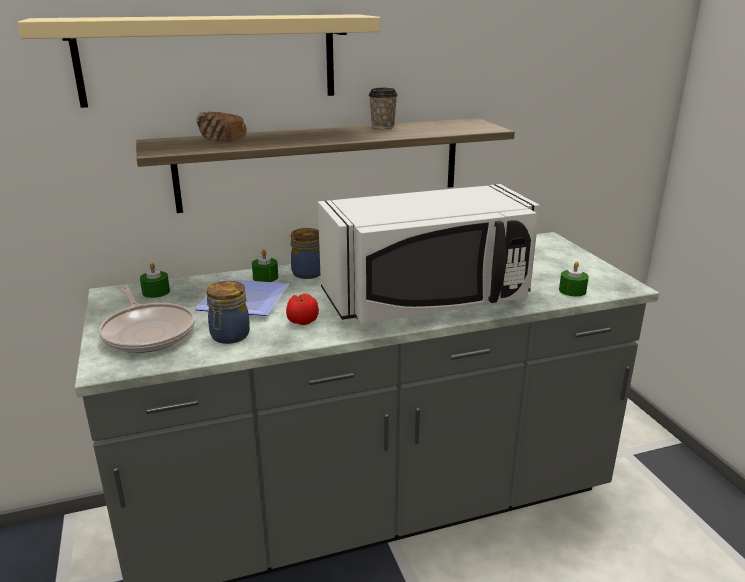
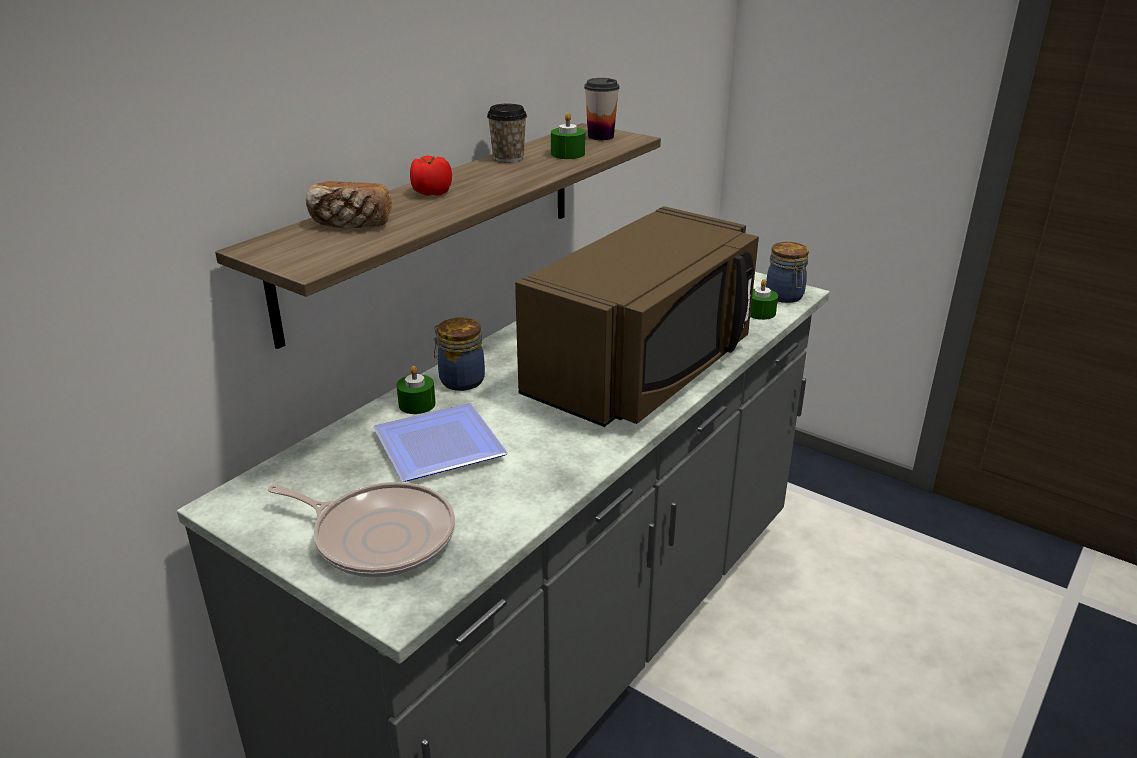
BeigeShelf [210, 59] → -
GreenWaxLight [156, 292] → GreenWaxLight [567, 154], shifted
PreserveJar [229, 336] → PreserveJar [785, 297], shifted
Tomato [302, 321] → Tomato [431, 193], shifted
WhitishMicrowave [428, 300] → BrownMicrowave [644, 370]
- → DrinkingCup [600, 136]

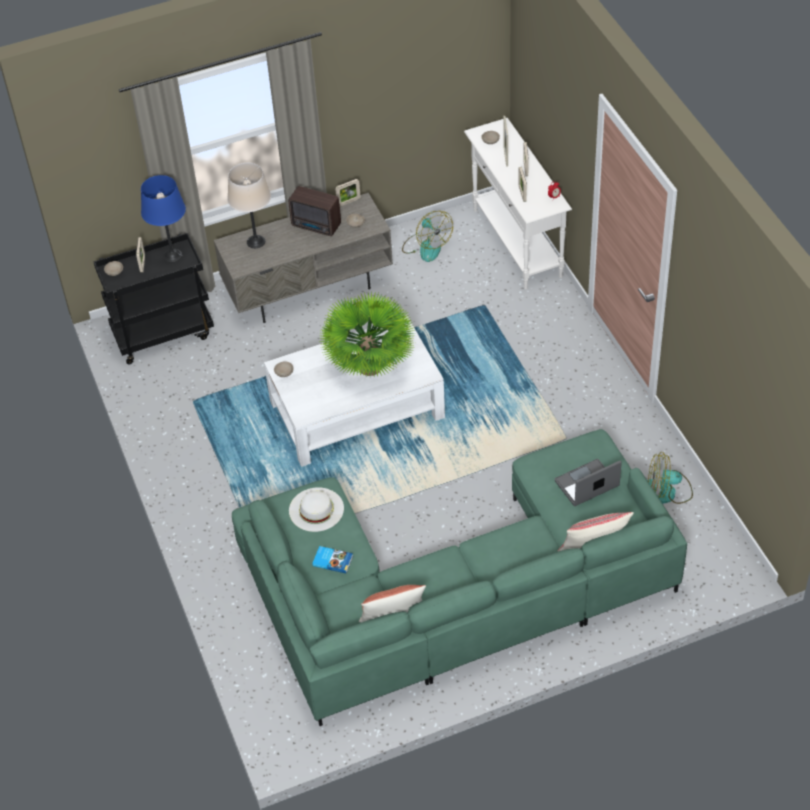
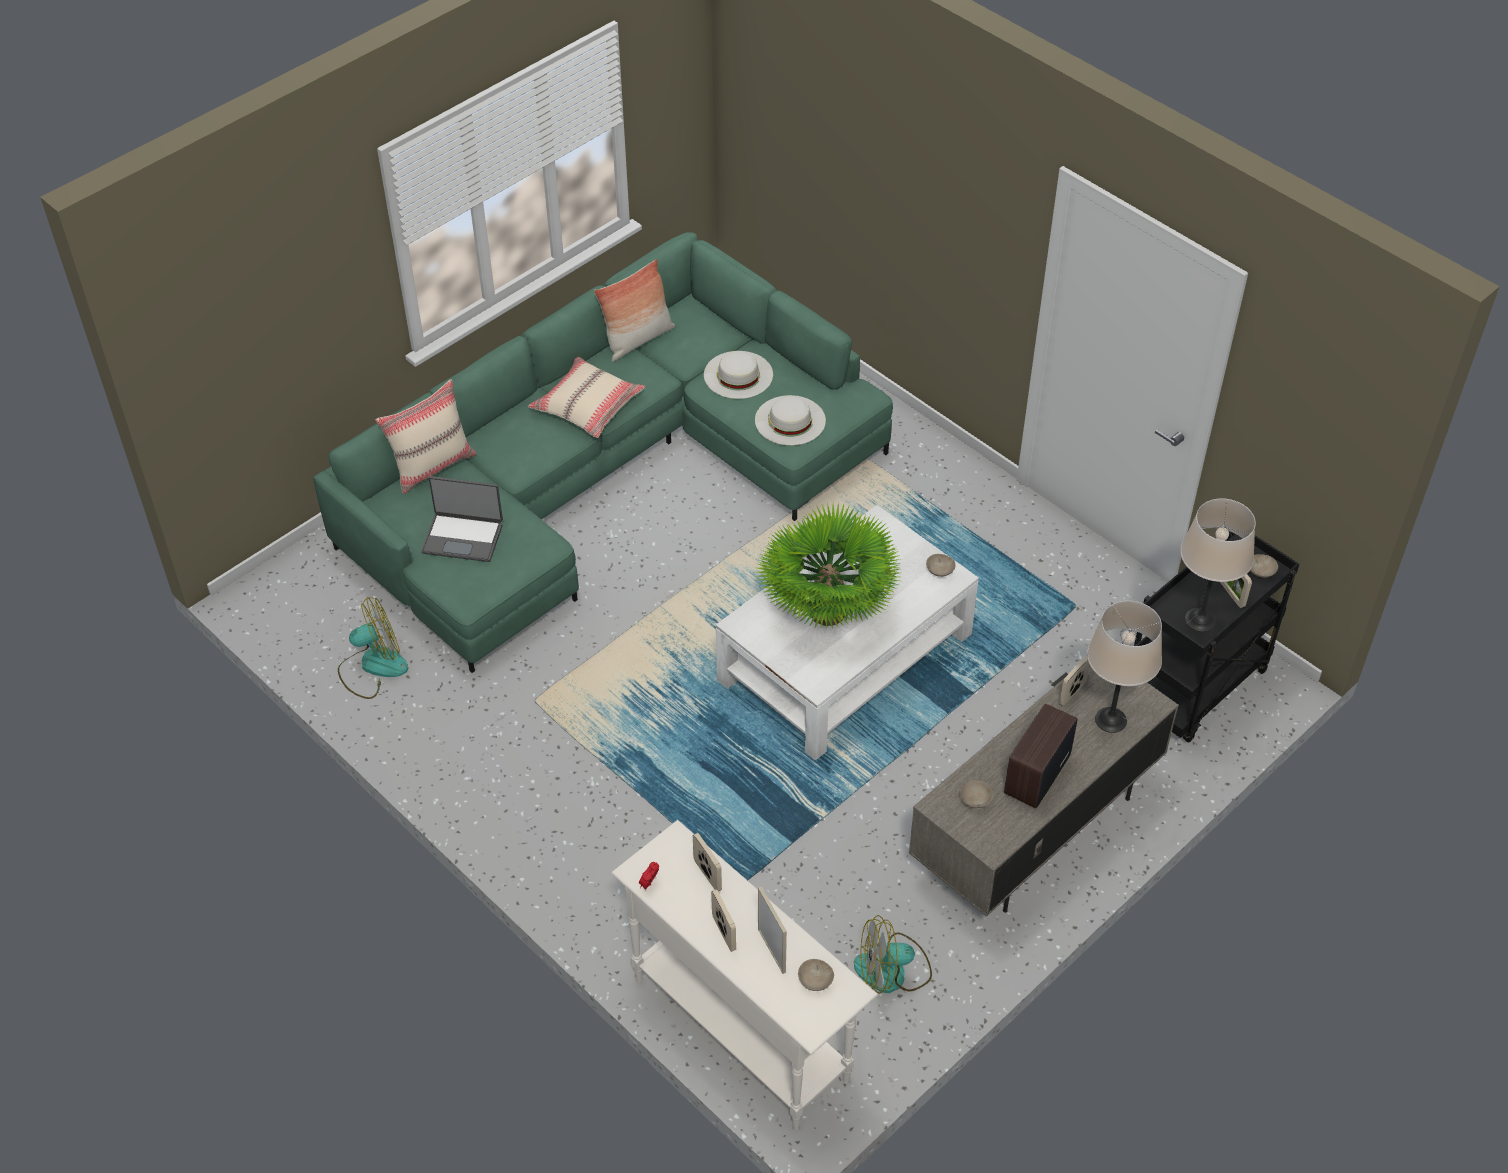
BlueColouredLampForATable [172, 255] → BeigeLampForATable [1200, 620]
Radio [317, 226] → Radio [1034, 776], 60 degrees counterclockwise
Book [332, 560] → WhitishHat [738, 375]
StandingFrame [348, 202] → StandingFrame [1072, 694], shifted
ElectricFan [426, 246] → ElectricFan [892, 971], 45 degrees counterclockwise
PortableComputer [587, 485] → PortableComputer [463, 537], 60 degrees clockwise
- → BeigeThrowPillow [587, 406]

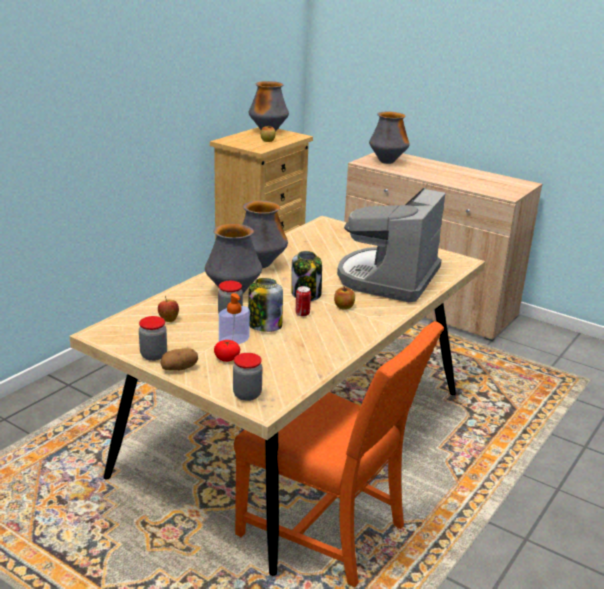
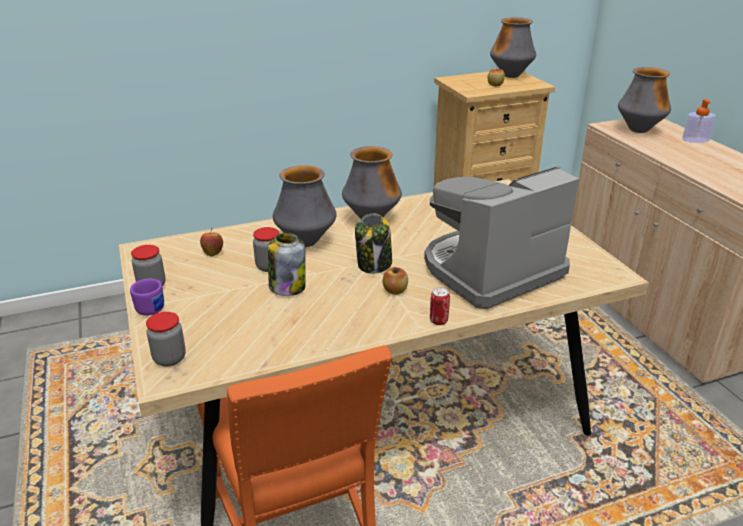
Spud [179, 368] → PurpleCoffeeMug [153, 307]
Tomato [226, 358] → -
SoapBottle [234, 340] → SoapBottle [695, 140], shifted
Can [302, 314] → Can [438, 321], shifted

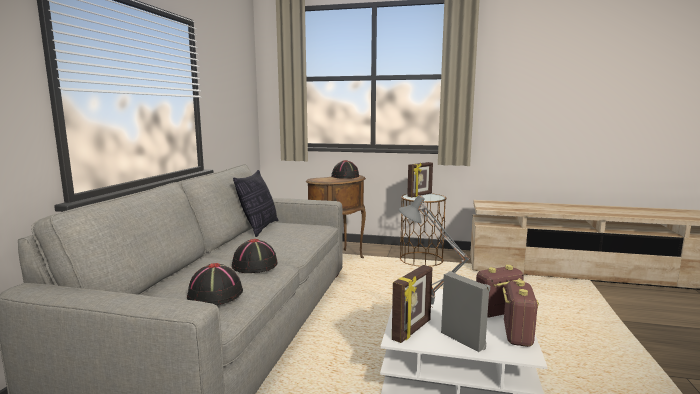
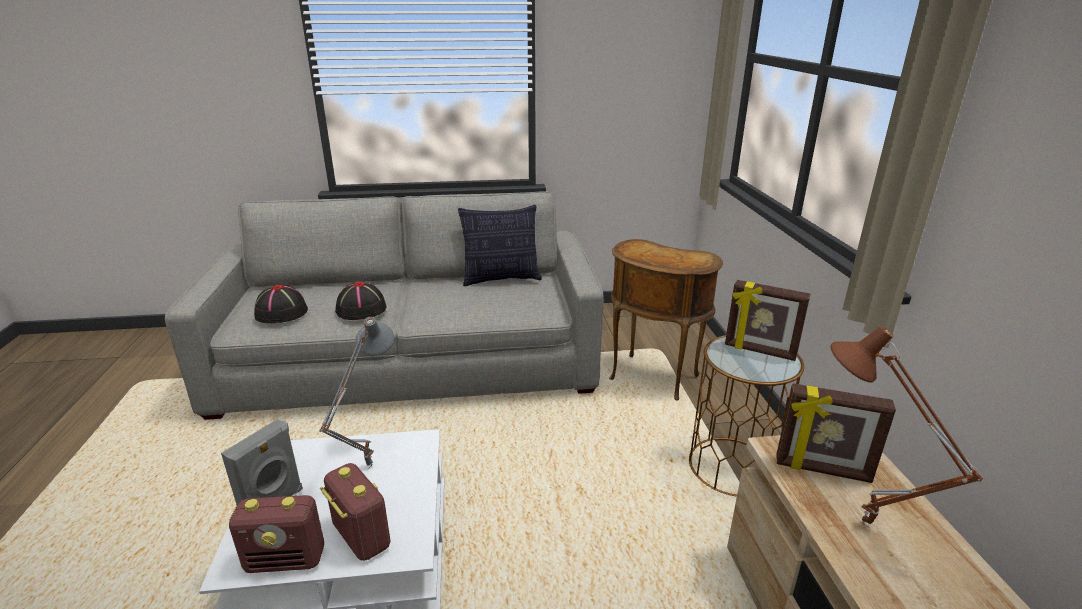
BlackHat [345, 176] → -
StandingFrame [412, 330] → StandingFrame [822, 470], shifted
- → BrownLampForATable [862, 527]

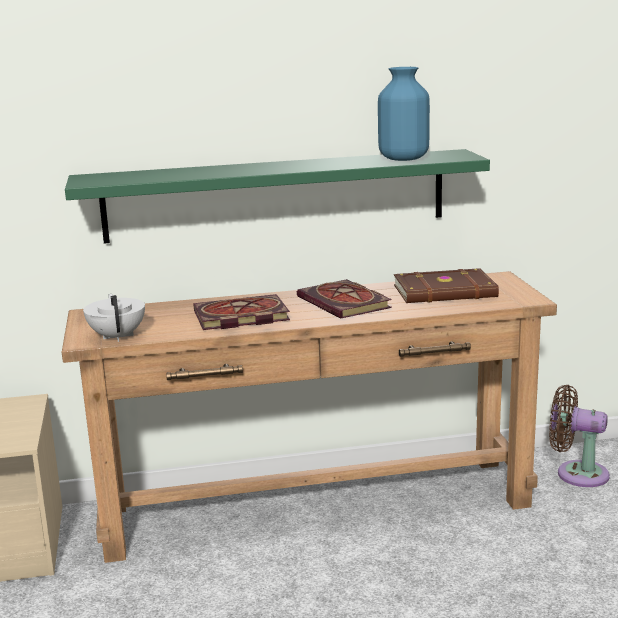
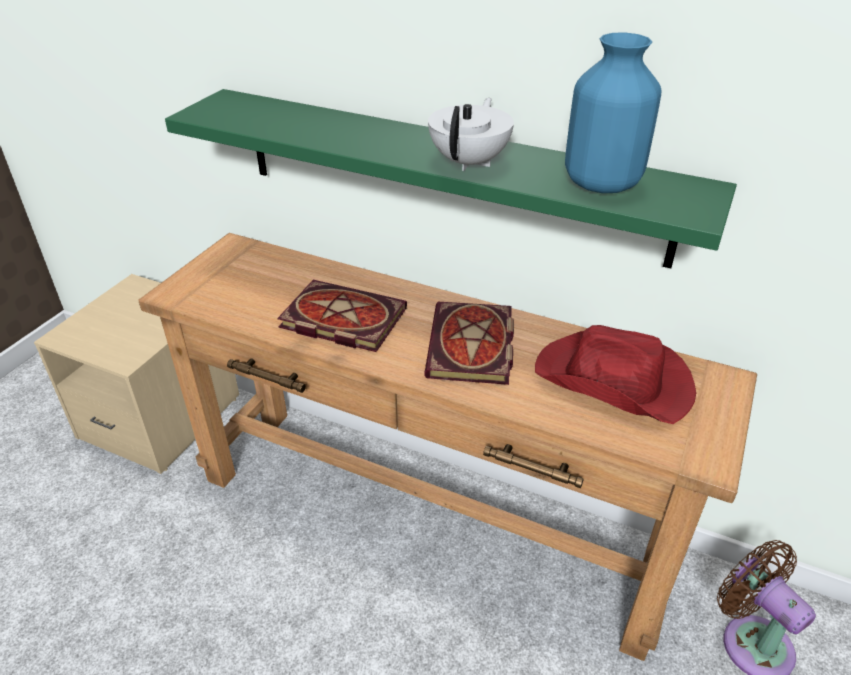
WhitishTeapot [118, 336] → WhitishTeapot [470, 162], shifted
BrownBook [445, 292] → RedHat [614, 382]

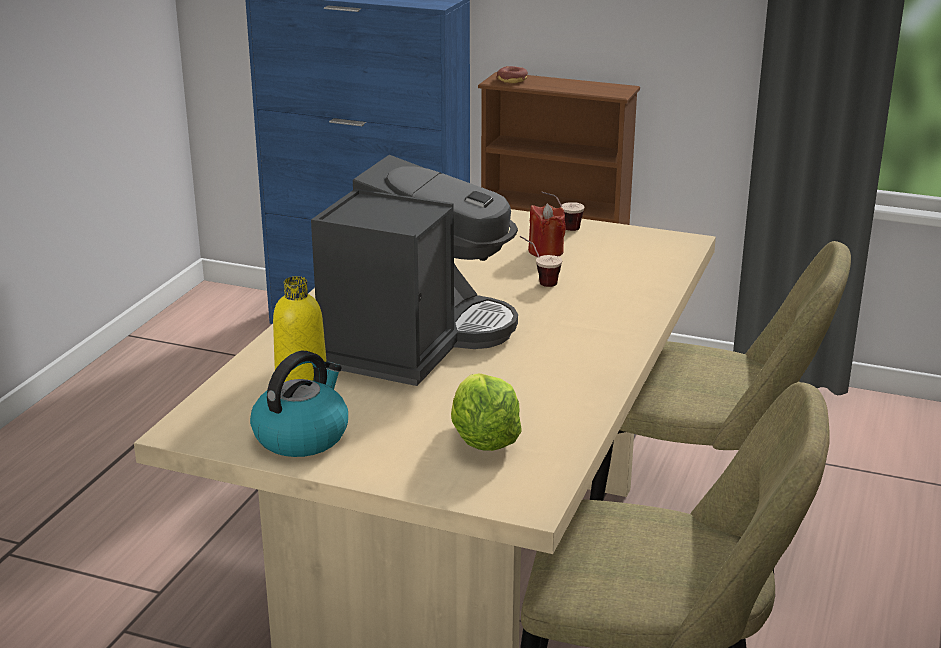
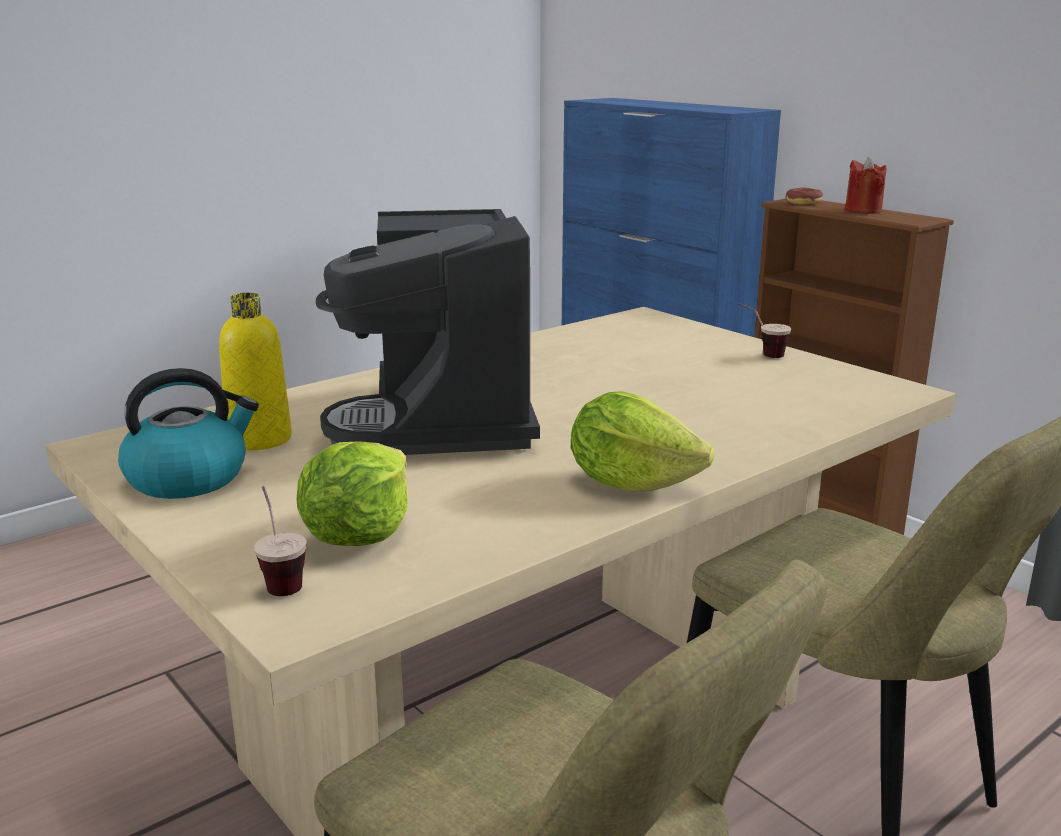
CoffeeMachine [413, 340] → CoffeeMachine [443, 419], 120 degrees clockwise
DrinkingCup [539, 281] → DrinkingCup [280, 579], shifted
RedWaxLight [546, 251] → RedWaxLight [863, 211], shifted
- → LettuceHead [631, 482]

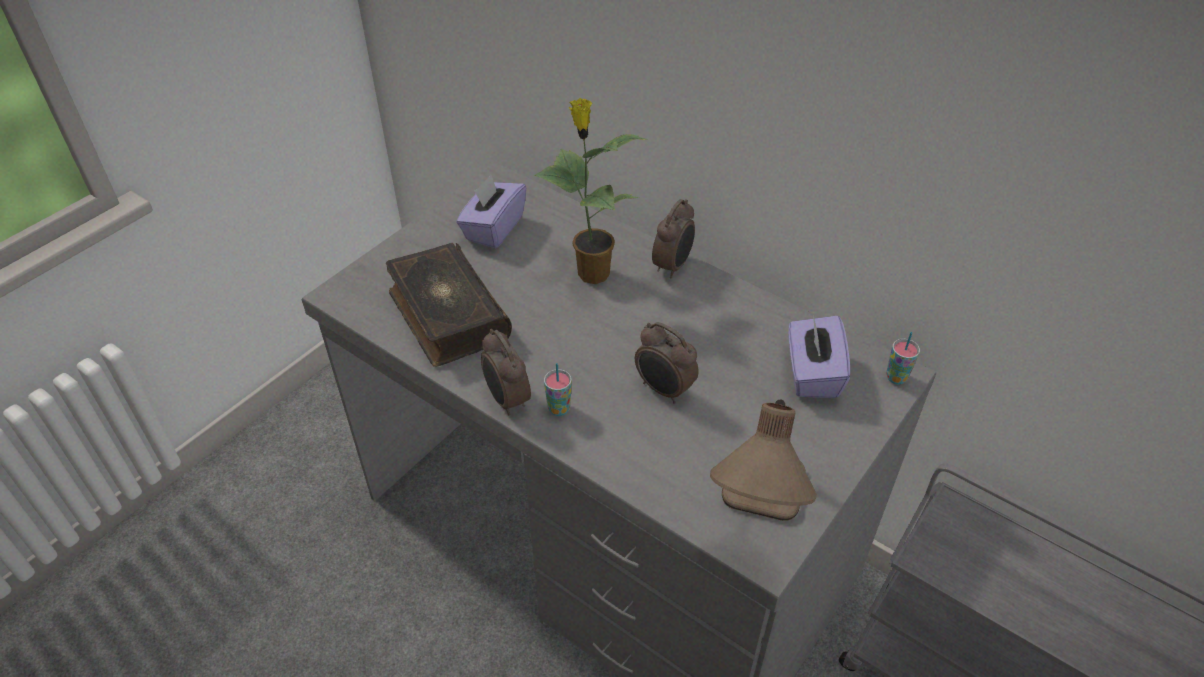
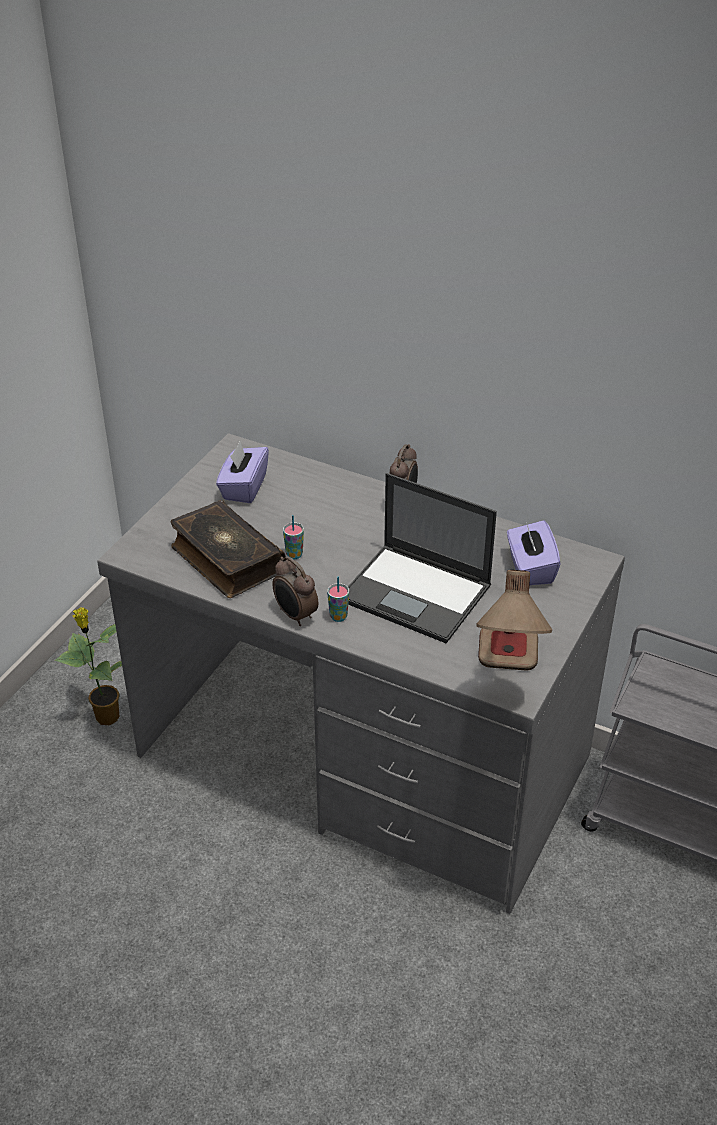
Houseplant [591, 273] → Houseplant [105, 716], shifted
TableClock [663, 390] → PortableComputer [417, 593]
DrinkingCup [896, 377] → DrinkingCup [294, 555], shifted

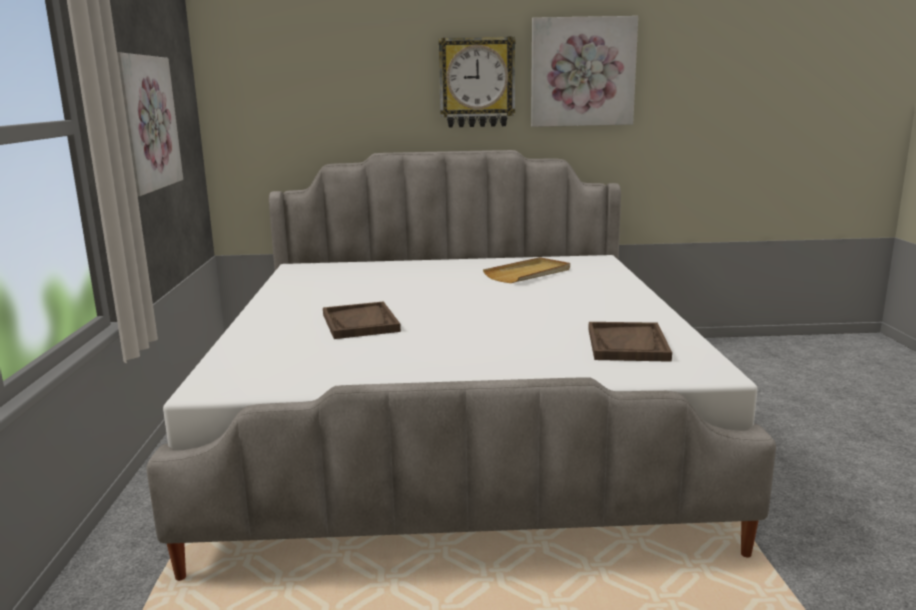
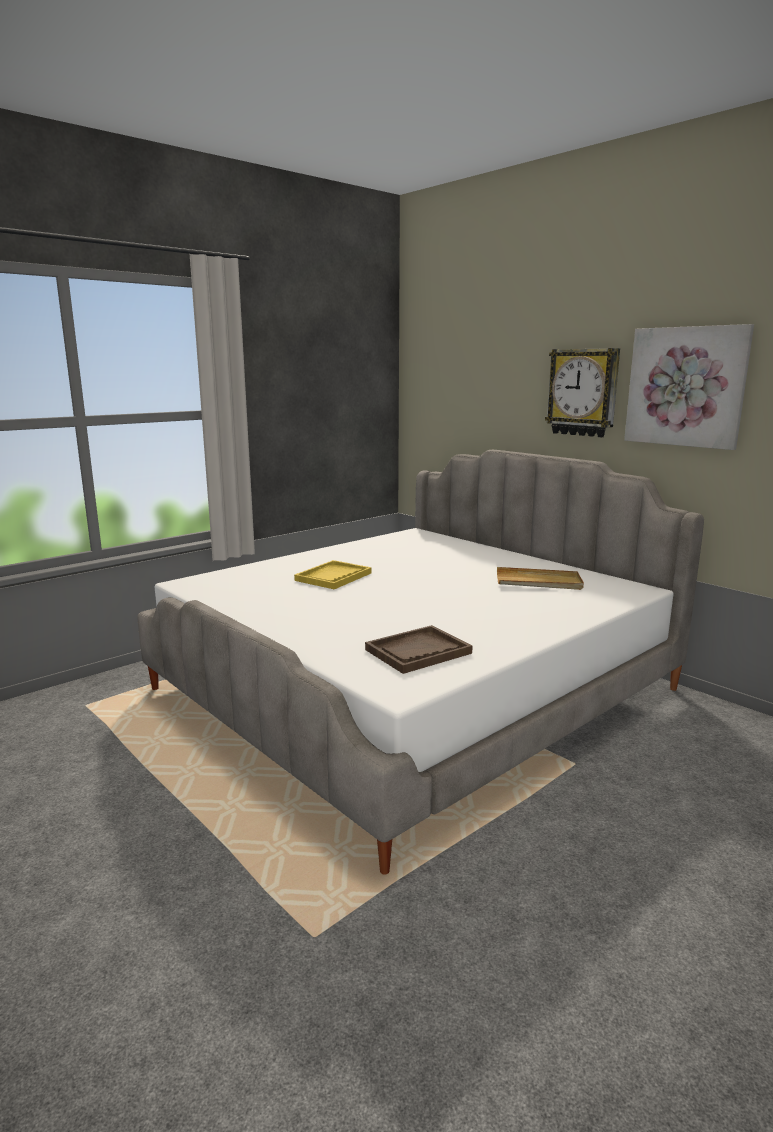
WallArt [145, 123] → -
BrownServingTray [360, 323] → YellowServingTray [333, 577]

